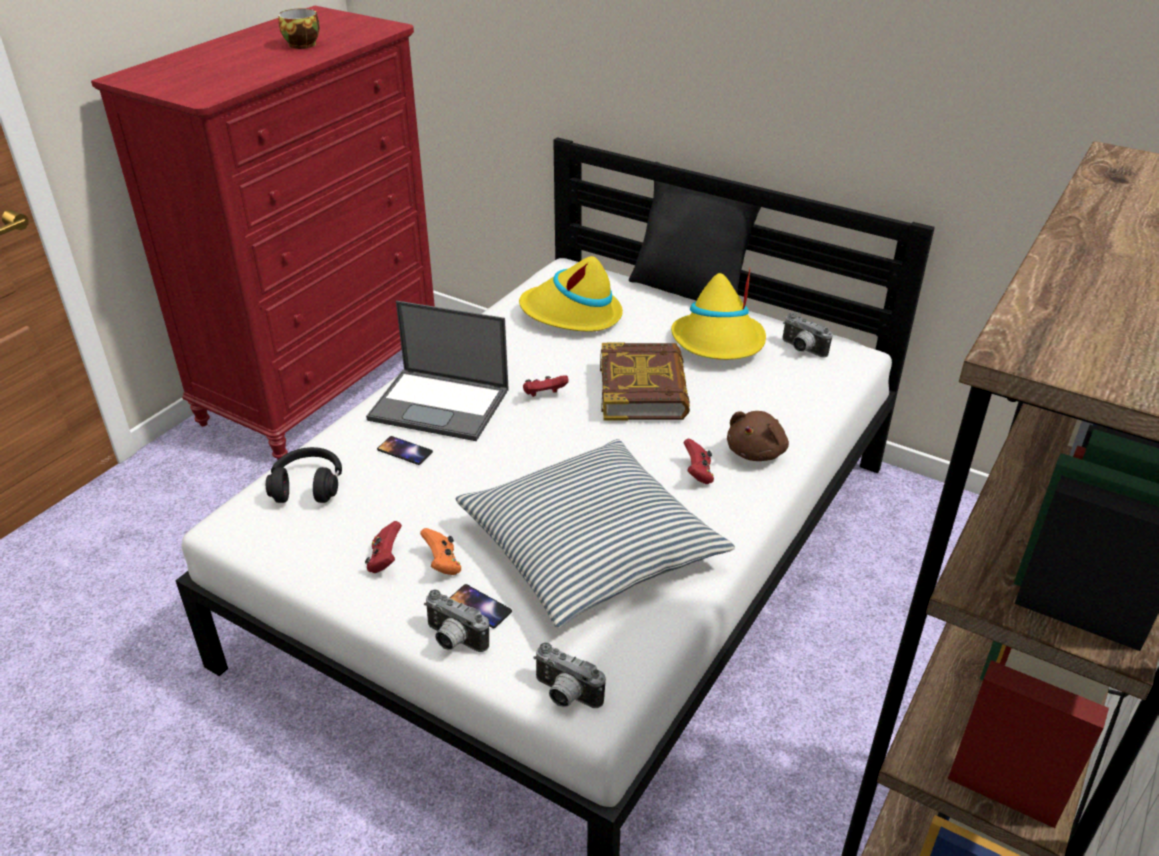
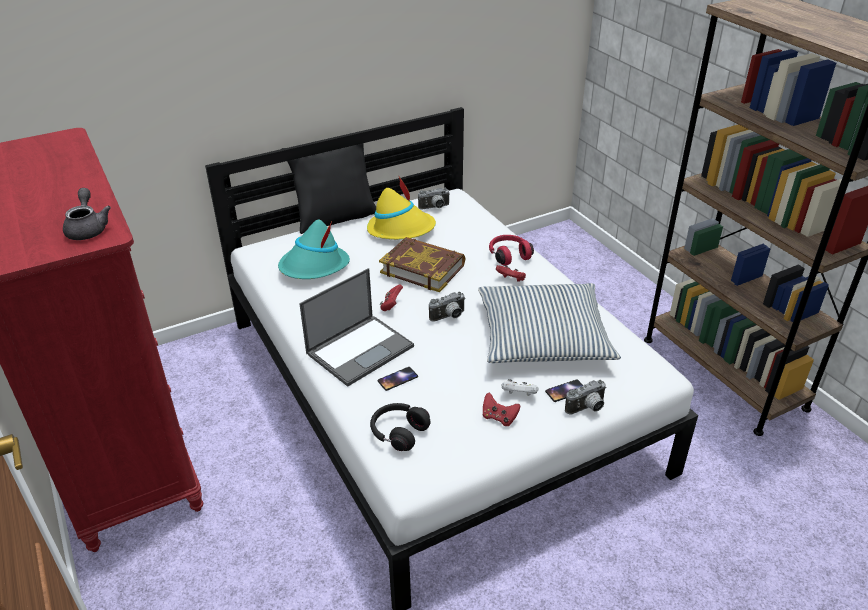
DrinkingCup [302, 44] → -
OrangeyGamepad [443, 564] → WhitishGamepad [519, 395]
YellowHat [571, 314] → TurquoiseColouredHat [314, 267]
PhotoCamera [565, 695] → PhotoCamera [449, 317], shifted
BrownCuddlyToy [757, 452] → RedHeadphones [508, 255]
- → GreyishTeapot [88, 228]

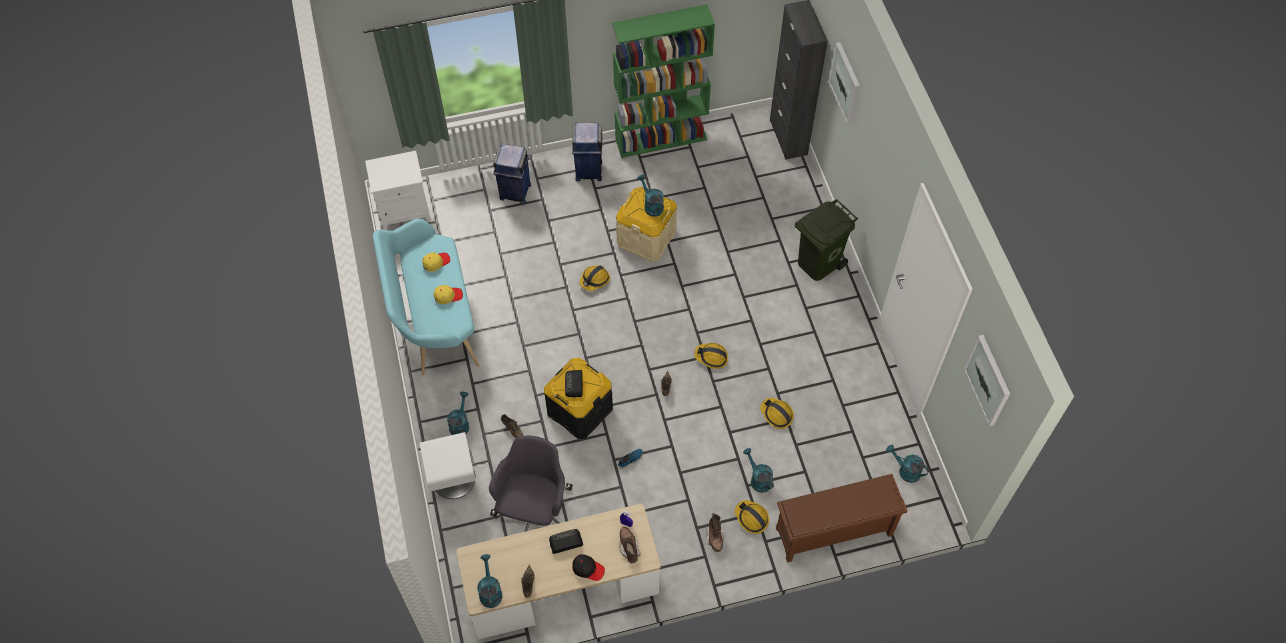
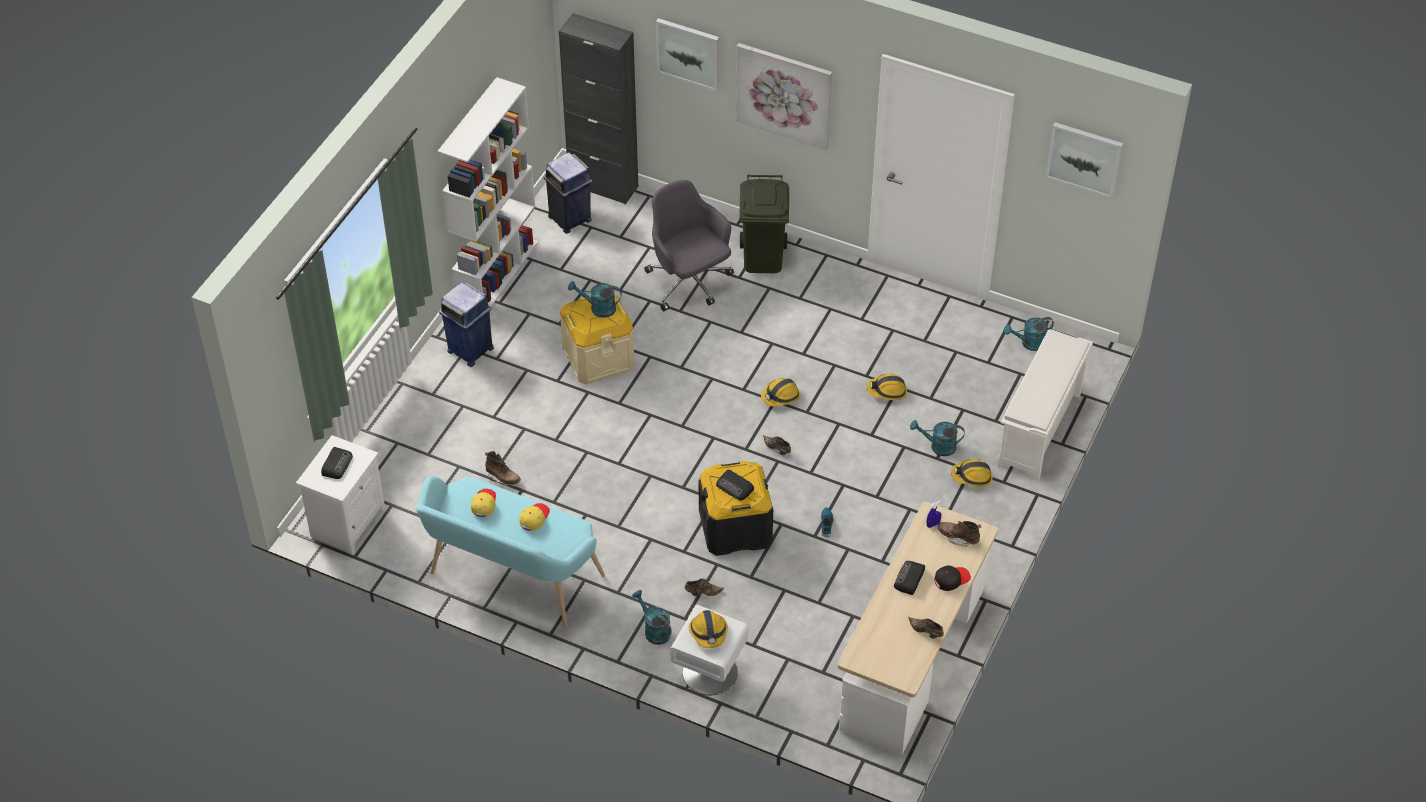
TurquoiseColouredSprinklingCan [490, 591] → -
GreyishDeskChair [534, 510] → GreyishDeskChair [689, 283], shifted
BlueColouredTrashCan [515, 192] → BlueColouredTrashCan [570, 219], shifted
SafetyHelmet [595, 280] → SafetyHelmet [708, 632], shifted
GreenBookshelf [661, 139] → WhitishBookshelf [497, 273]
BrownBoot [715, 537] → BrownBoot [503, 477], shifted
BrownShoeStand [833, 532] → WhitishShoeStand [1040, 431]
- → Radio [337, 464]
- → WallArt [784, 95]

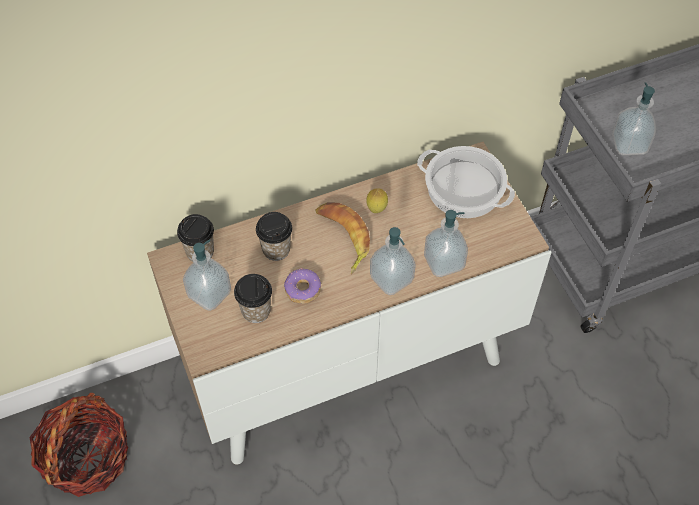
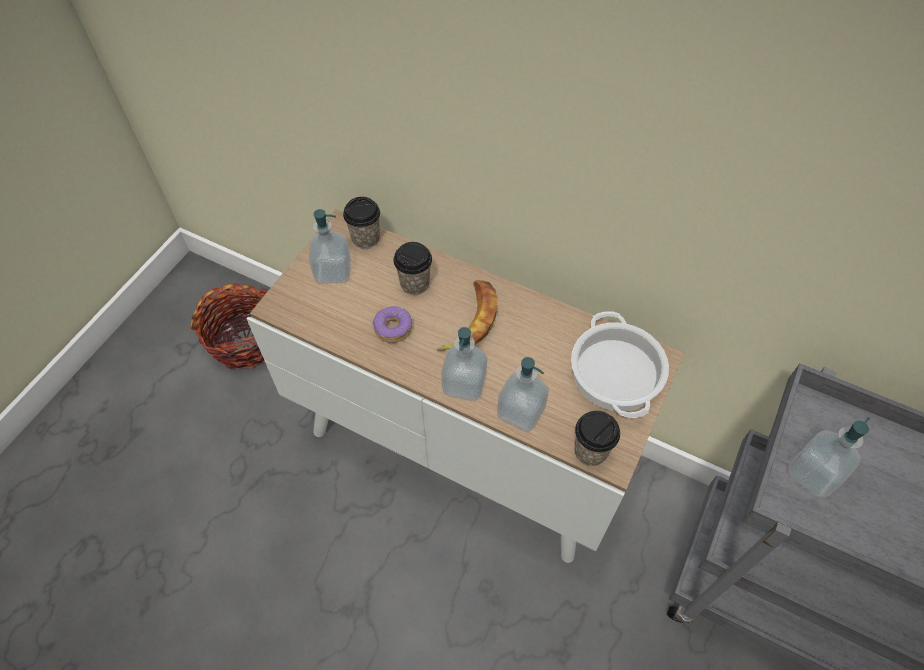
DrinkingCup [256, 311] → DrinkingCup [590, 451], shifted
CitrusFruit [376, 209] → -

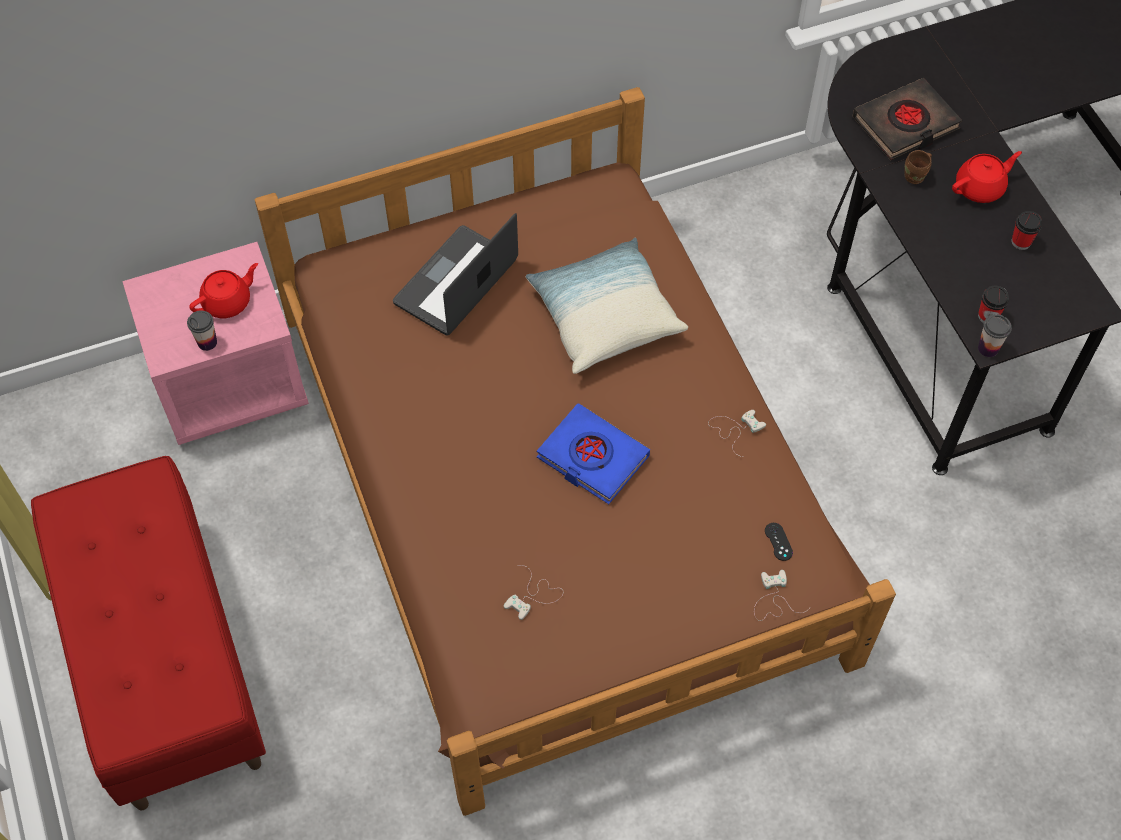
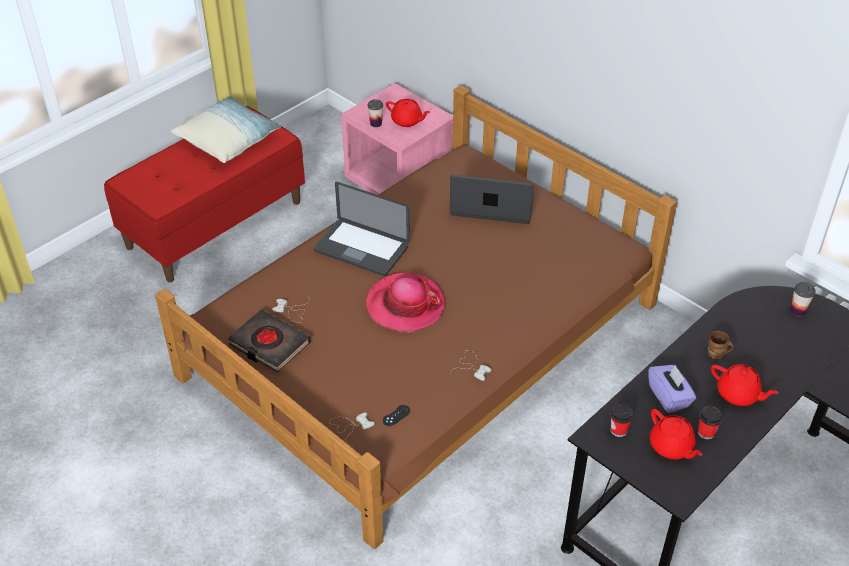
ThrowPillow [604, 317] → ThrowPillow [228, 141], shifted
BlueColouredBook [592, 457] → Hat [405, 305]
BlackBook [905, 124] → BlackBook [269, 344], shifted
DrinkingCup [988, 348] → DrinkingCup [797, 310], shifted
- → PortableComputer [361, 249]
- → PurpleBoxOfTissues [669, 397]
- → RedTeapot [671, 446]

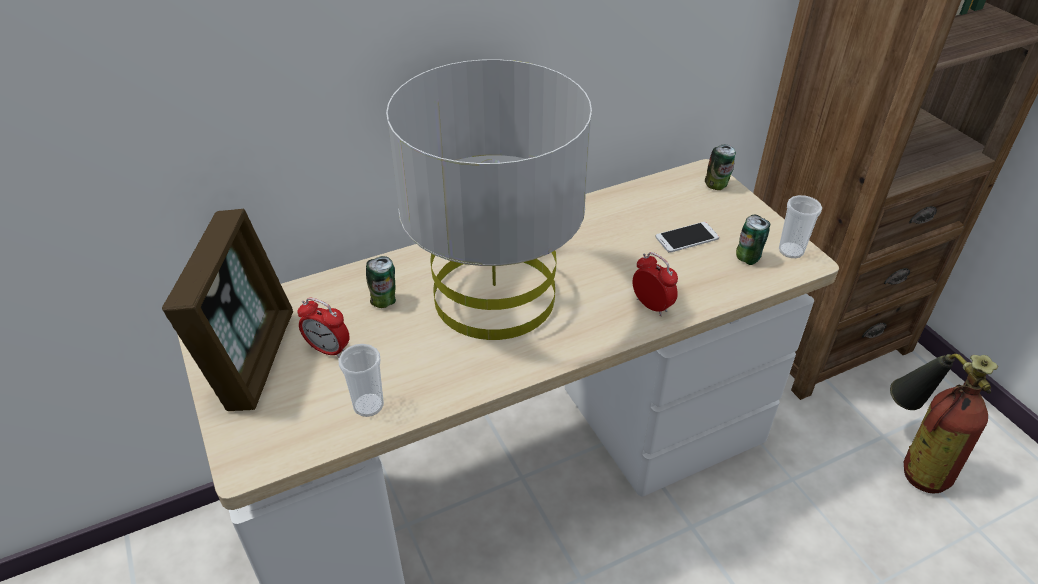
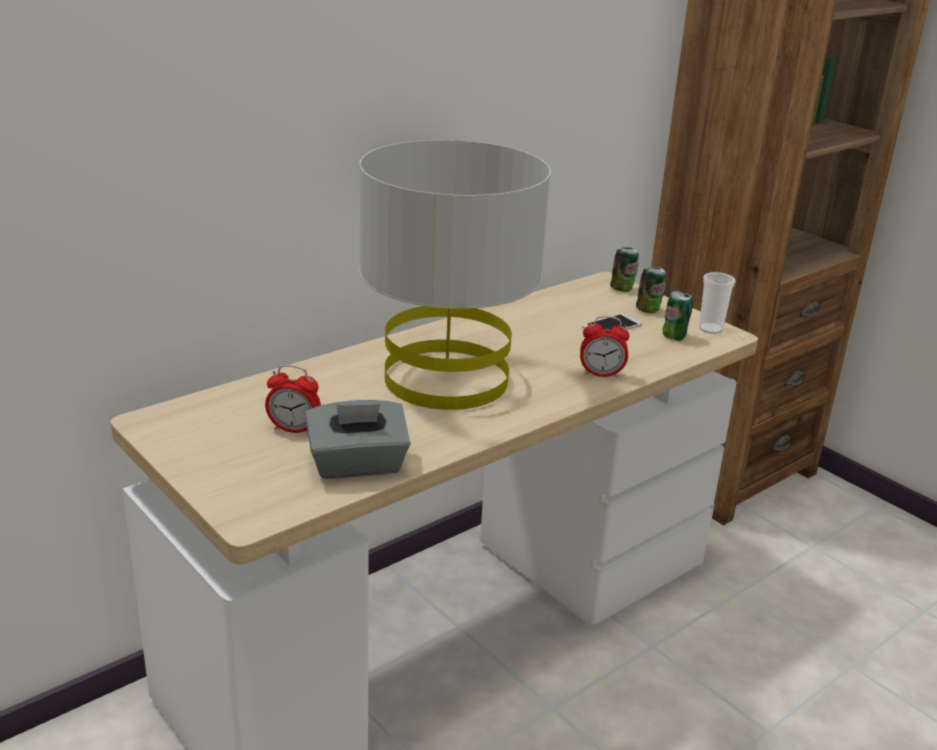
StandingFrame [252, 359] → -
DrinkingCup [368, 405] → GreyishBoxOfTissues [357, 465]
Can [384, 301] → Can [649, 310], shifted
TableClock [651, 305] → TableClock [601, 374], 150 degrees clockwise
Extinguisher [912, 460] → -

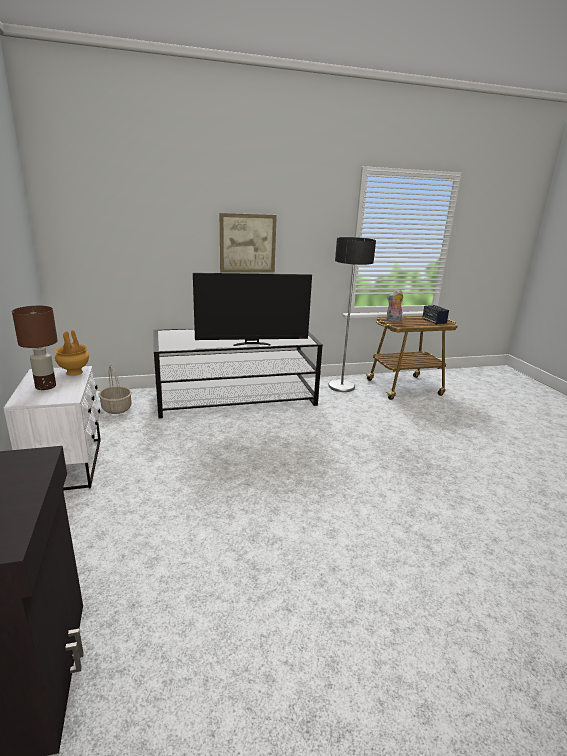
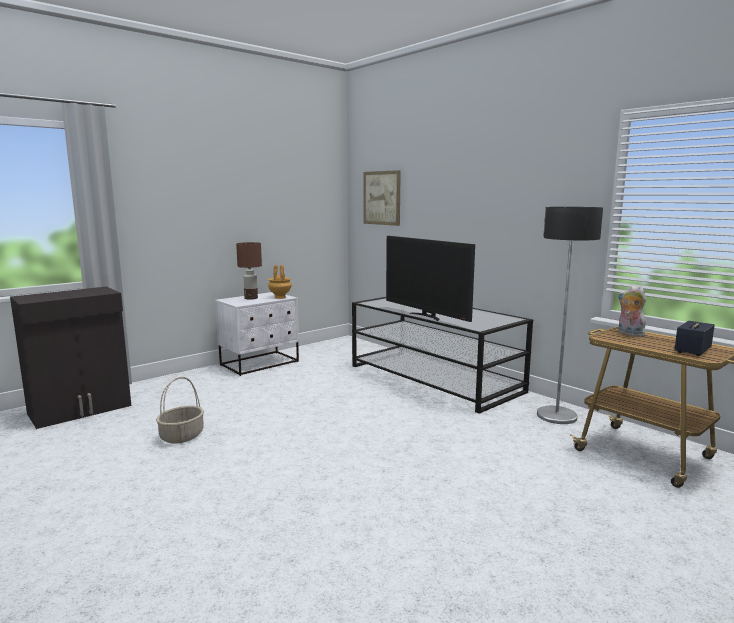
Basket [117, 408] → Basket [182, 436], shifted
WallArt [247, 243] → WallArt [381, 198], shifted

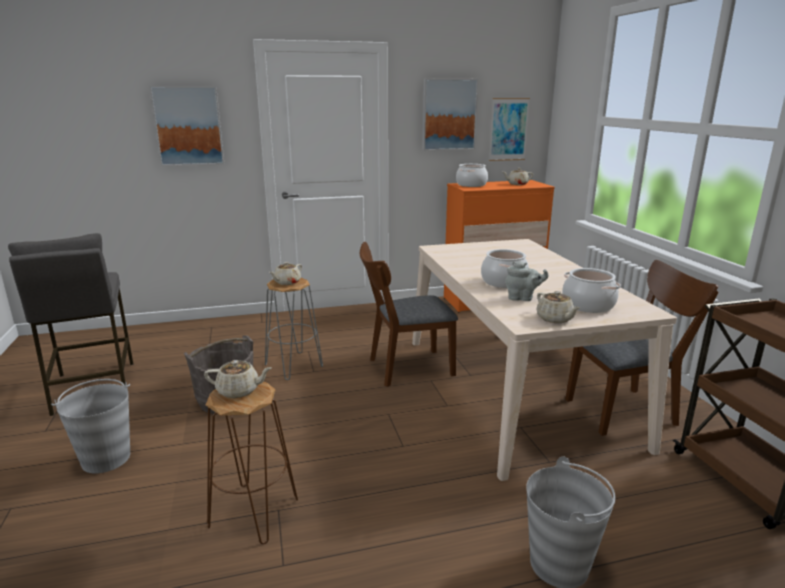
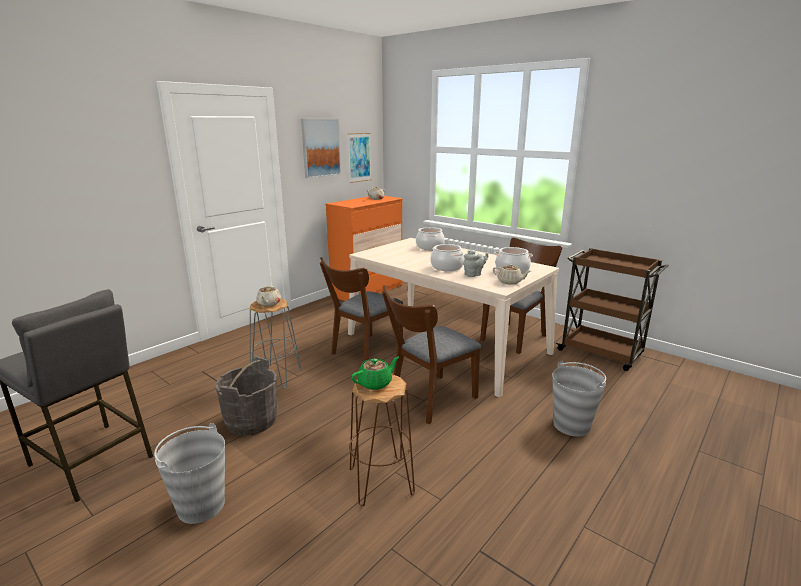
WallArt [188, 126] → -
BeigeTeapot [239, 391] → GreenTeapot [375, 383]
Stockpot [471, 185] → Stockpot [430, 247], shifted
- → BrownUprightChair [429, 400]

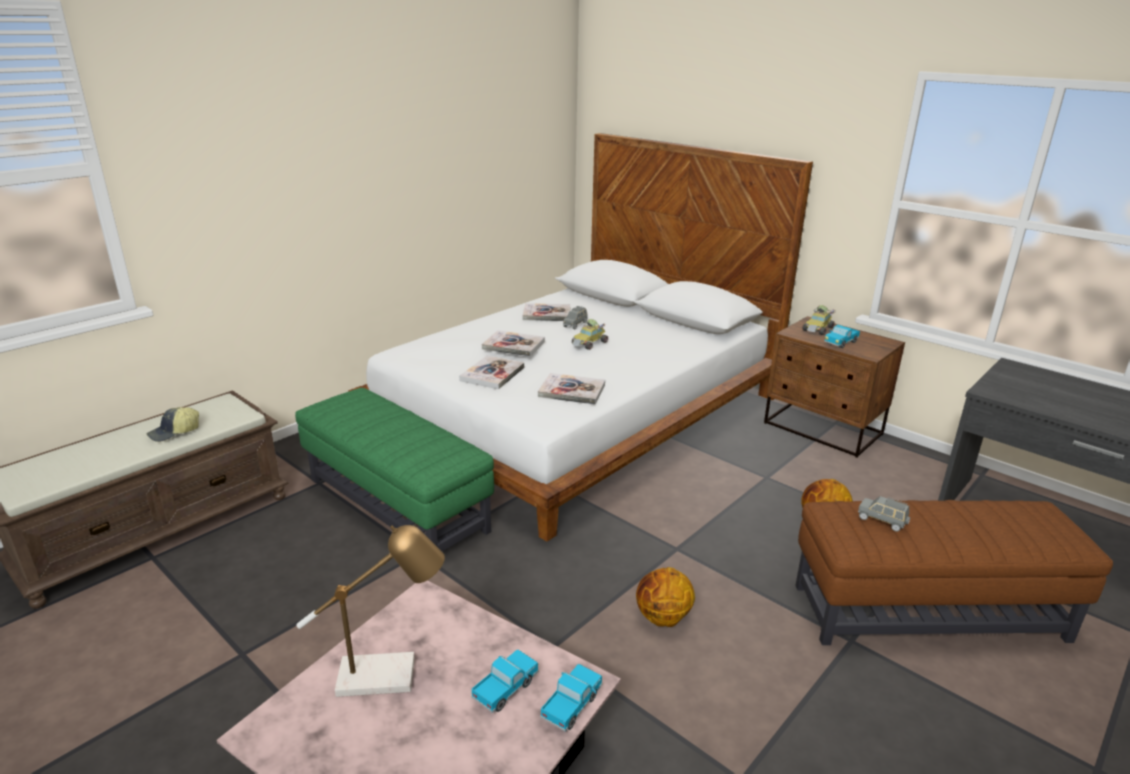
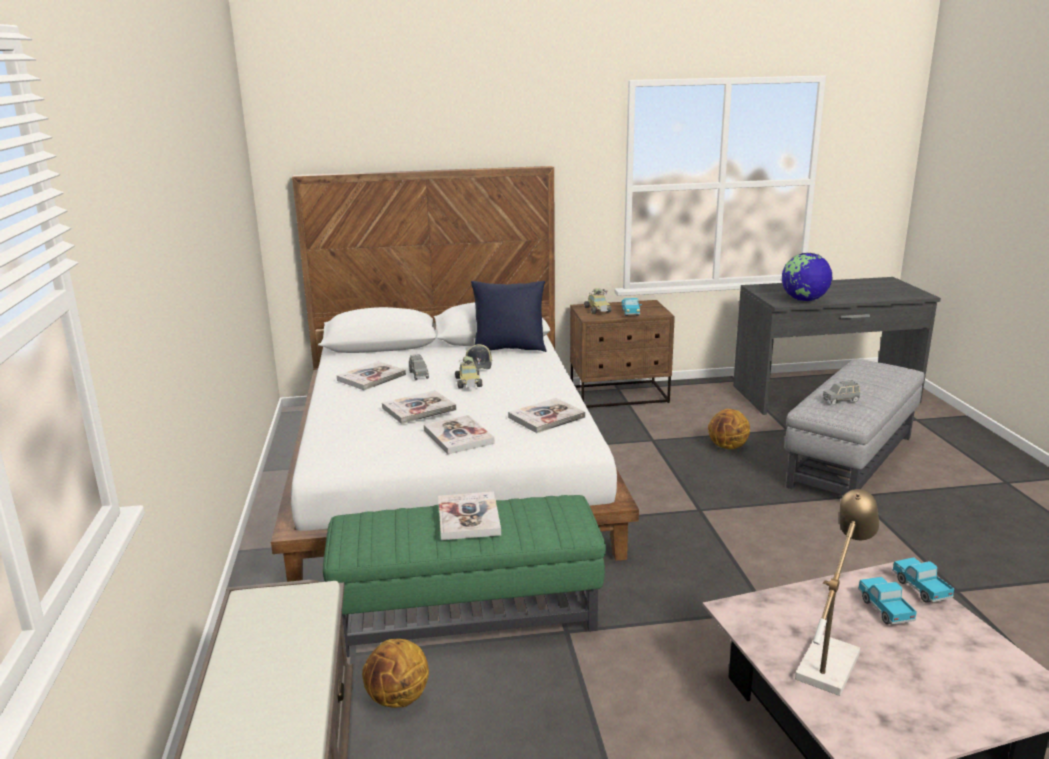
PeakedCap [174, 433] → PeakedCap [479, 365], shifted
BallForBasketball [662, 618] → BallForBasketball [398, 699], shifted
BrownFootrest [928, 613] → GreyishFootrest [851, 461]
- → Book [468, 518]
- → BlueColouredThrowPillow [509, 349]
- → WorldGlobe [803, 300]

